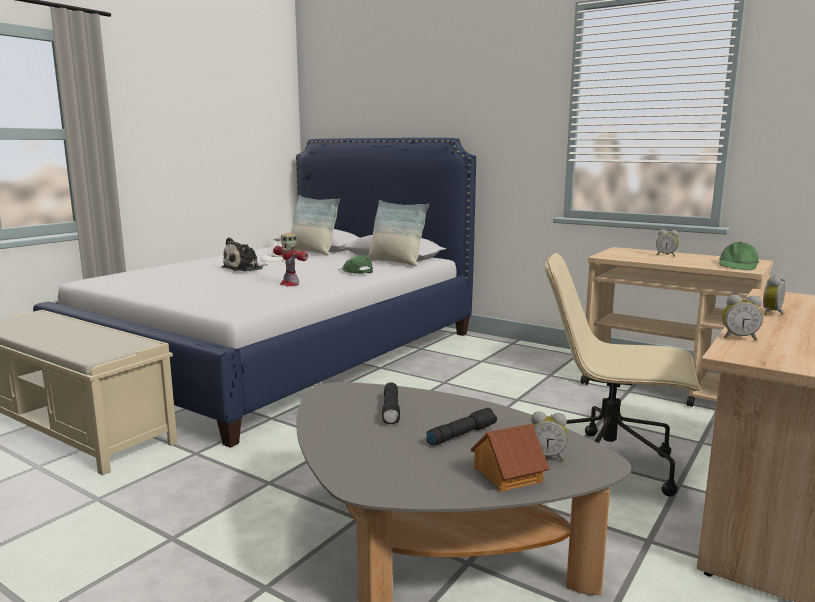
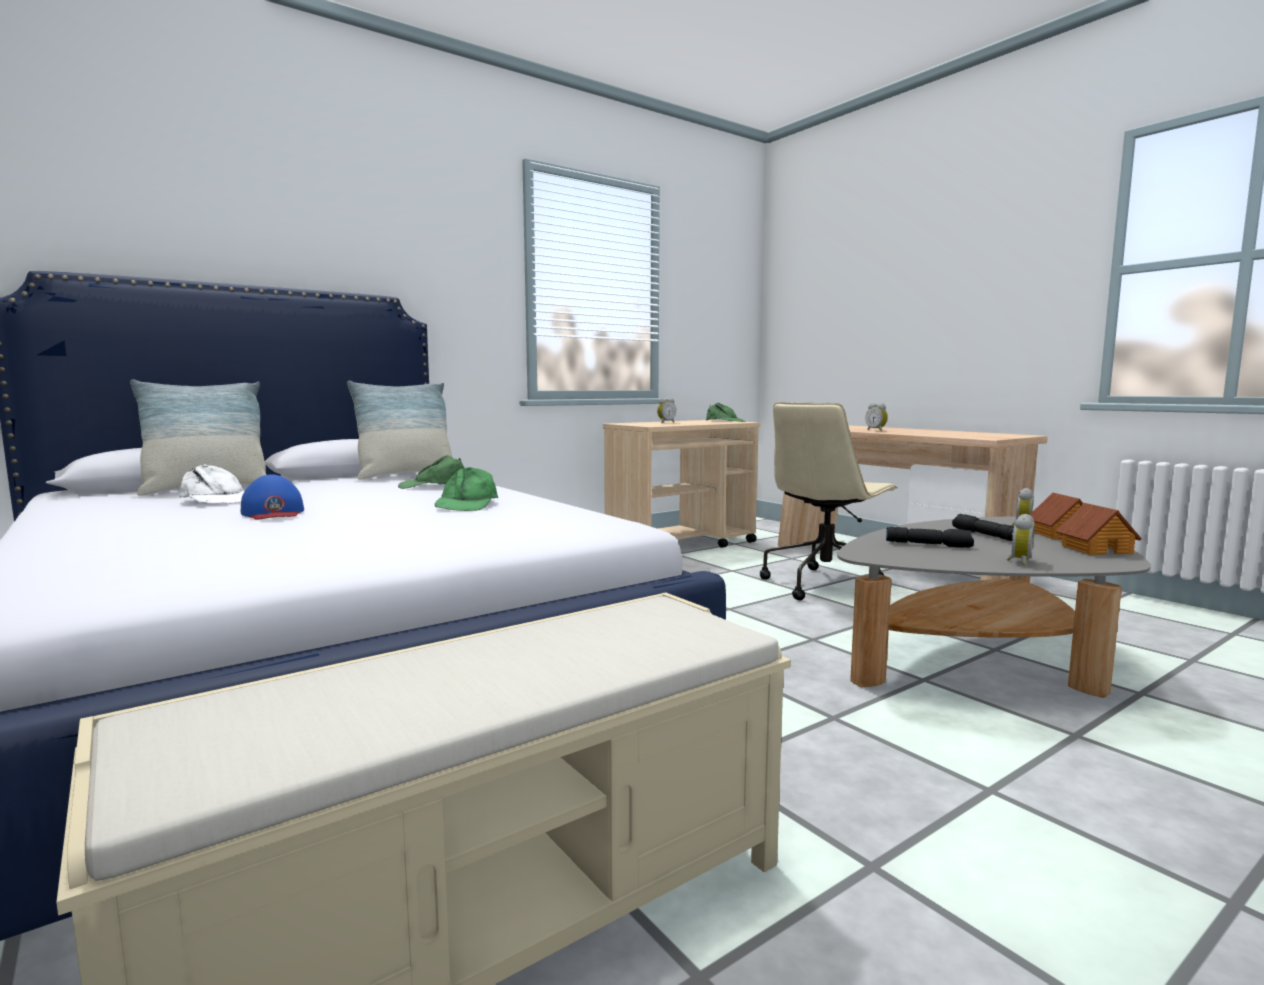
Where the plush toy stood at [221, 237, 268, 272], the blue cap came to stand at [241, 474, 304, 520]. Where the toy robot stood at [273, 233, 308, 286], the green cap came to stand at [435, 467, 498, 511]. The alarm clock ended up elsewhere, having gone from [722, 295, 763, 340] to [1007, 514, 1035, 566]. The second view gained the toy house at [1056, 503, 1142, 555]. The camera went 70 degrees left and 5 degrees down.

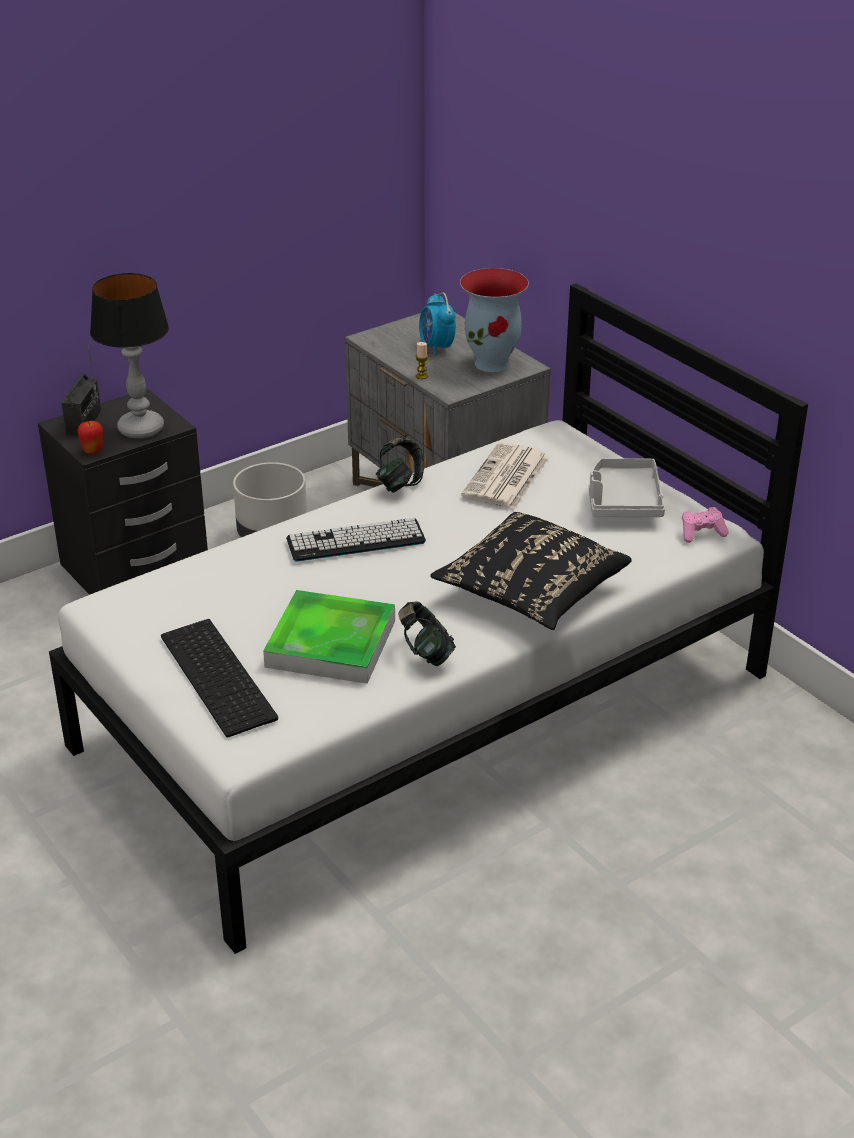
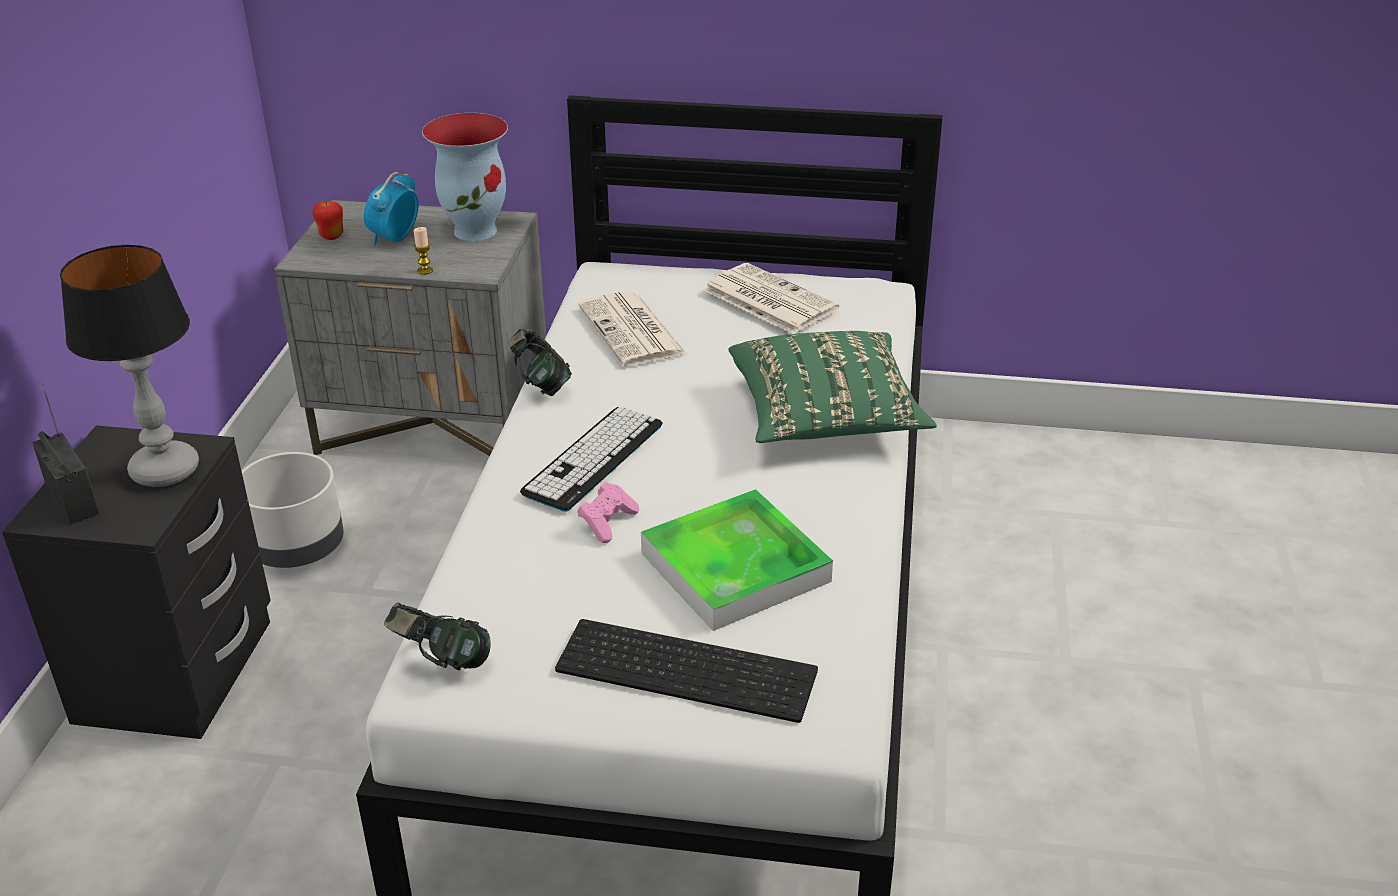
The apple ended up elsewhere, having gone from [78, 421, 103, 455] to [312, 201, 343, 240]. The headphones ended up elsewhere, having gone from [398, 601, 456, 666] to [384, 602, 491, 670]. The alarm clock at [419, 292, 456, 356] ended up facing another way, 90 degrees clockwise from before. What was the black pillow at [430, 512, 632, 630] turned into the green pillow at [728, 331, 937, 443]. Where the grey tray stood at [589, 458, 665, 517], the newspaper came to stand at [704, 263, 839, 334]. The pink game controller ended up elsewhere, having gone from [682, 507, 729, 543] to [577, 482, 639, 543]. The camera went 45 degrees left and 0 degrees up.

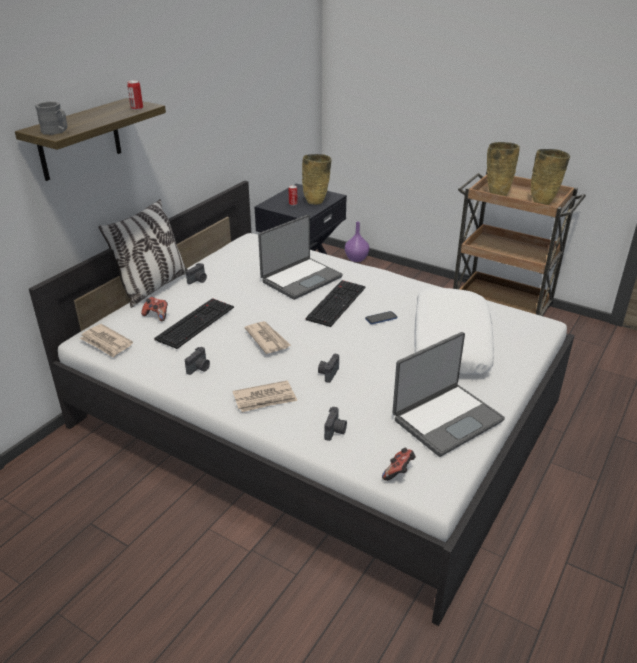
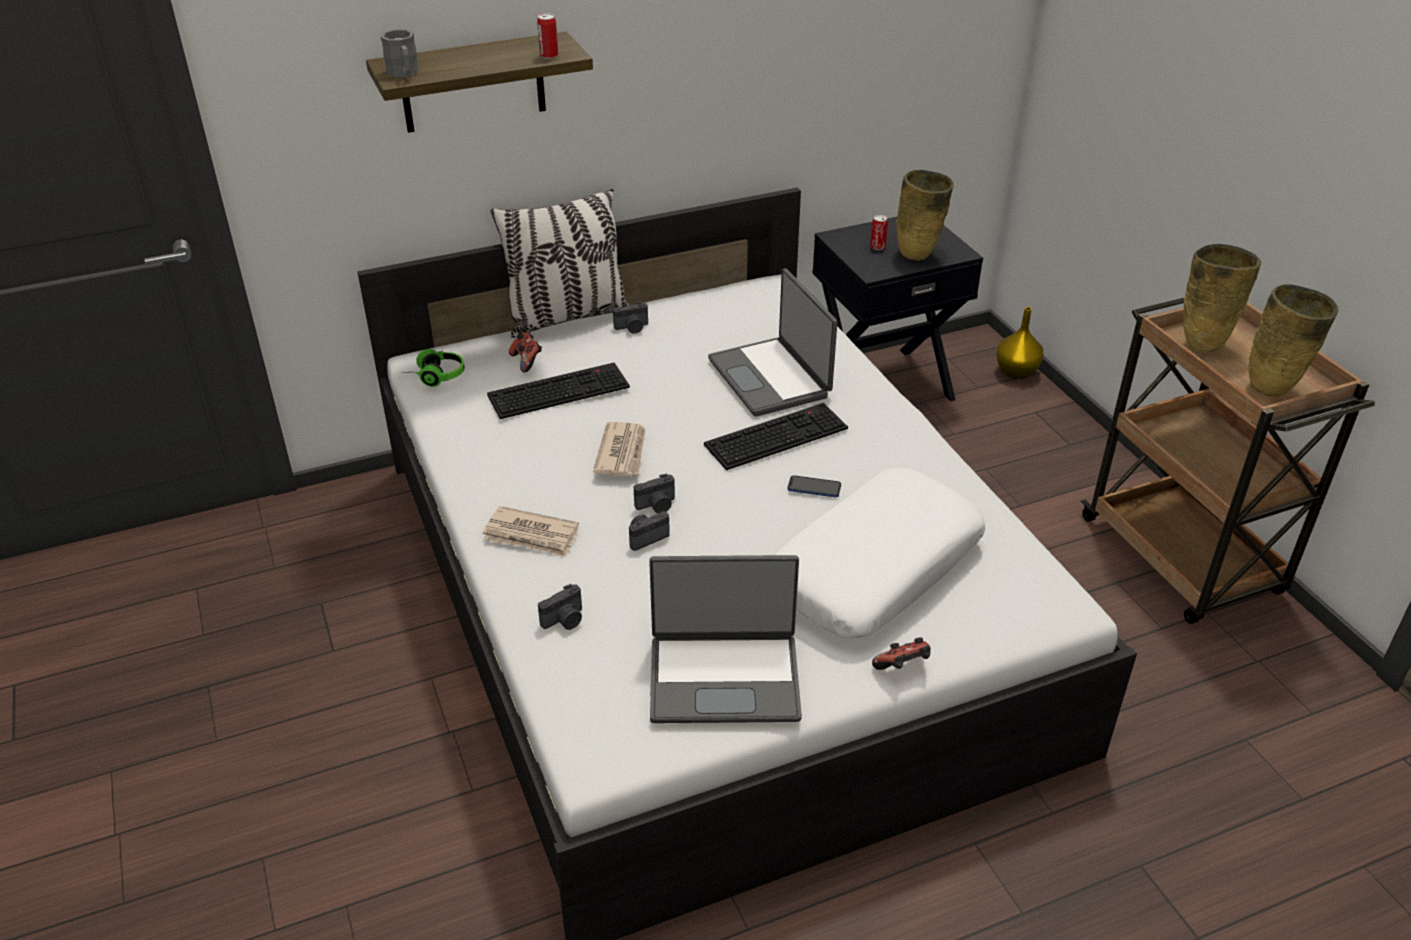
Where the newspaper stood at [79, 324, 133, 358], the headphones came to stand at [402, 349, 465, 387]. The photo camera ended up elsewhere, having gone from [185, 347, 210, 375] to [634, 474, 675, 513]. The laptop at [258, 215, 343, 300] ended up facing another way, 75 degrees clockwise from before. What was the purple vase at [345, 222, 369, 262] turned into the yellow vase at [996, 307, 1044, 379]. The game controller ended up elsewhere, having gone from [382, 448, 416, 481] to [872, 637, 931, 670]. The camera went 35 degrees right and 5 degrees up.

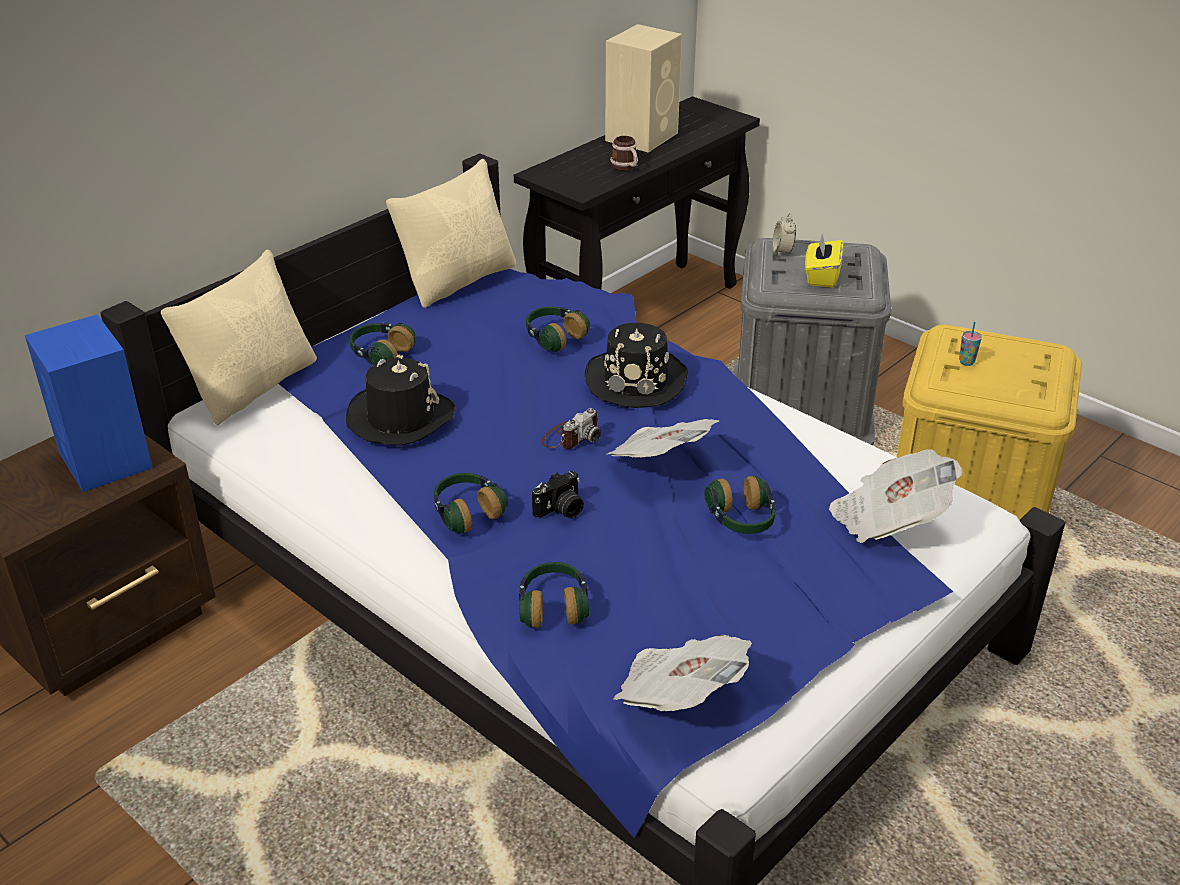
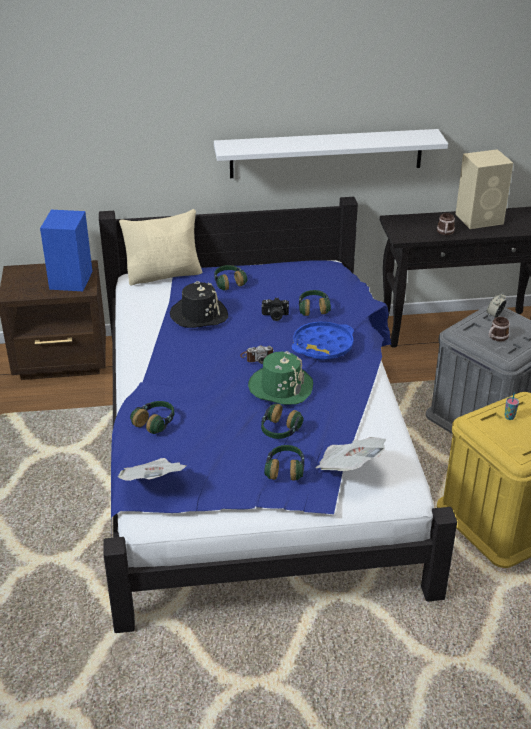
The second view lost the beige pillow at [386, 159, 516, 308]. The headphones ended up elsewhere, having gone from [434, 473, 508, 534] to [264, 445, 304, 480]. The photo camera ended up elsewhere, having gone from [532, 471, 584, 518] to [261, 297, 289, 321]. Where the black hat stood at [584, 323, 688, 408], the blue tray came to stand at [292, 321, 354, 360]. Where the newspaper stood at [607, 419, 720, 458], the green hat came to stand at [248, 351, 313, 405]. Where the yellow tissue box stood at [805, 234, 844, 288], the mug came to stand at [489, 317, 510, 341]. The second view gained the white shelf at [214, 129, 448, 178]. The camera went 40 degrees right and 0 degrees up.

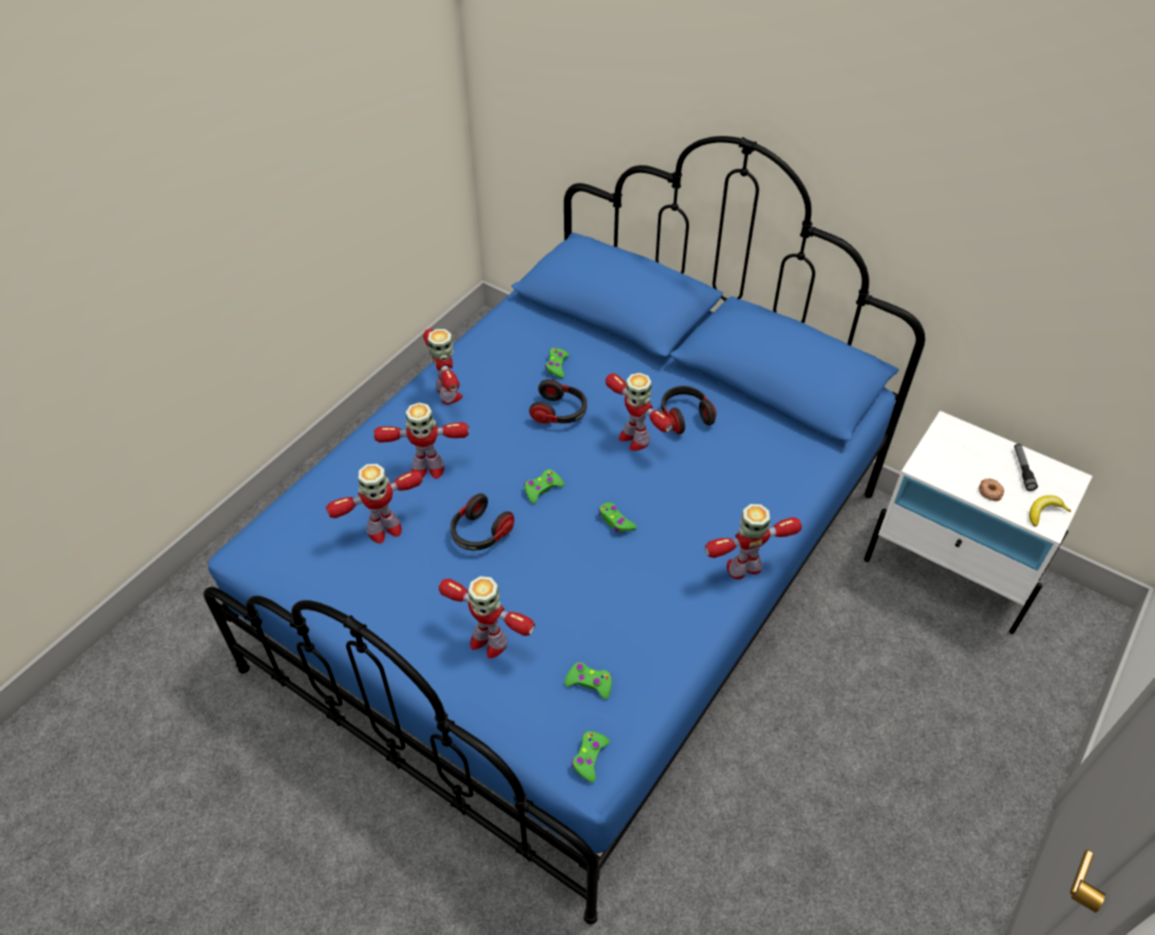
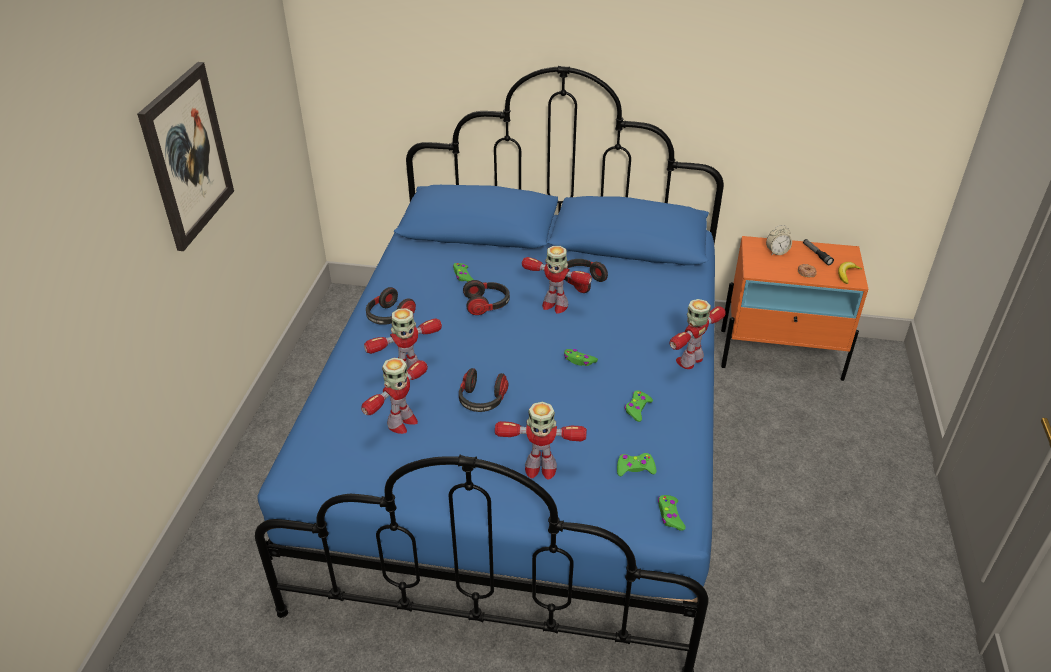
Where the toy robot stood at [423, 329, 463, 404], the headphones came to stand at [366, 287, 416, 325]. The green game controller ended up elsewhere, having gone from [524, 469, 564, 504] to [625, 390, 653, 422]. What was the white nightstand at [864, 411, 1092, 634] turned into the orange nightstand at [721, 236, 868, 381]. The second view gained the picture at [137, 62, 234, 251]. The second view gained the alarm clock at [766, 225, 792, 256]. The camera went 25 degrees left and 10 degrees down.

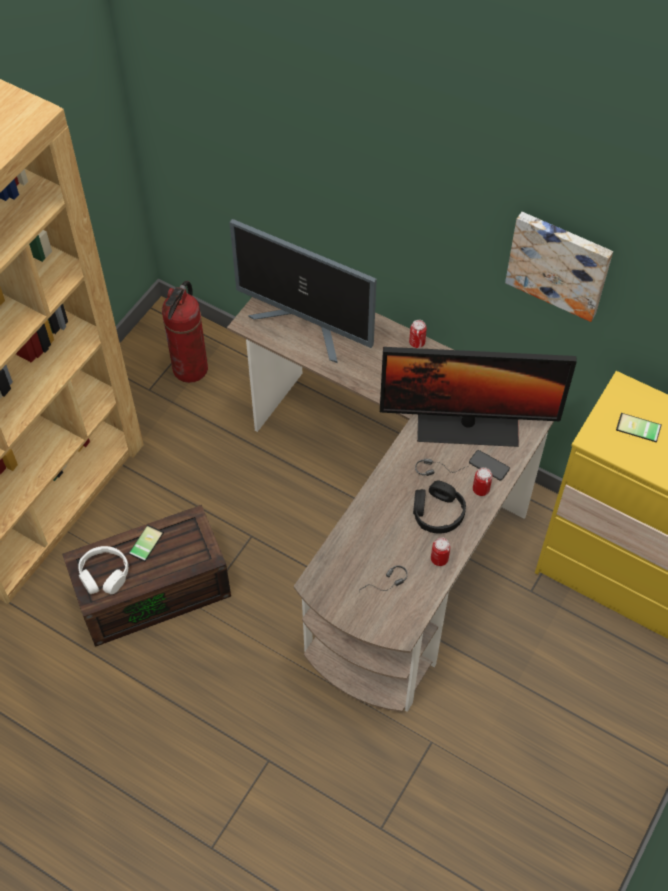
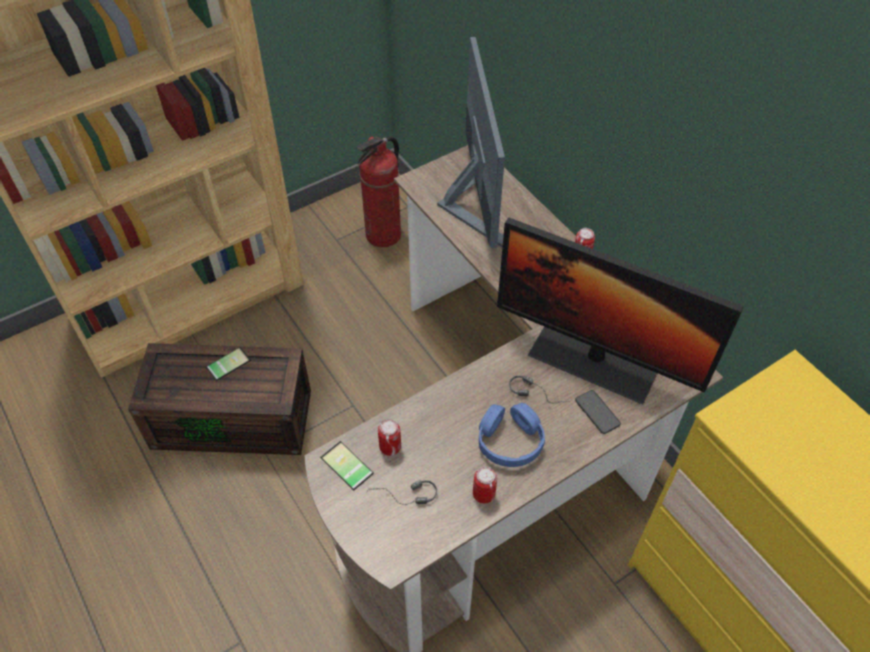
The second view lost the white headphones at [78, 546, 129, 594]. The monitor at [229, 219, 377, 363] ended up facing another way, 150 degrees counterclockwise from before. What was the black headphones at [413, 481, 466, 534] turned into the blue headphones at [479, 403, 545, 467]. The can ended up elsewhere, having gone from [473, 467, 492, 496] to [378, 419, 401, 456]. The second view lost the picture at [505, 212, 613, 322]. The phone ended up elsewhere, having gone from [616, 413, 661, 443] to [320, 441, 374, 490]. The camera went 25 degrees right and 5 degrees down.

